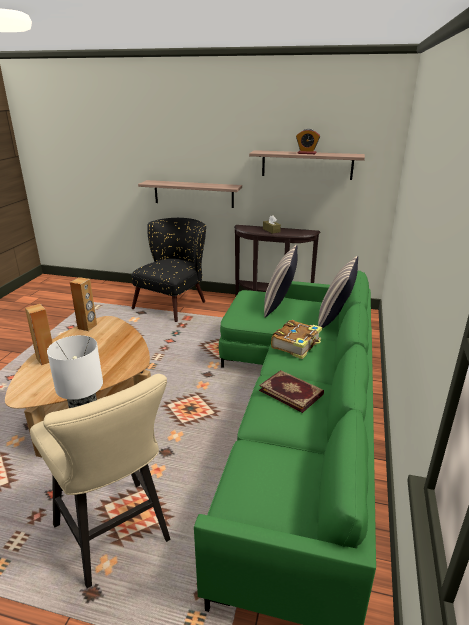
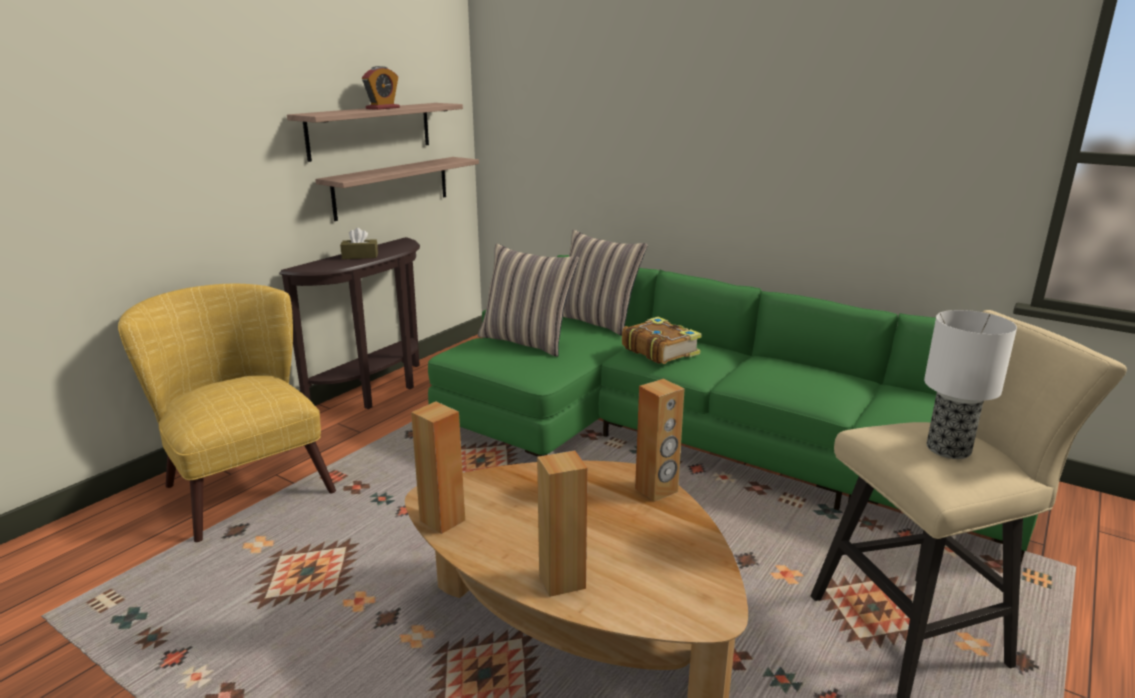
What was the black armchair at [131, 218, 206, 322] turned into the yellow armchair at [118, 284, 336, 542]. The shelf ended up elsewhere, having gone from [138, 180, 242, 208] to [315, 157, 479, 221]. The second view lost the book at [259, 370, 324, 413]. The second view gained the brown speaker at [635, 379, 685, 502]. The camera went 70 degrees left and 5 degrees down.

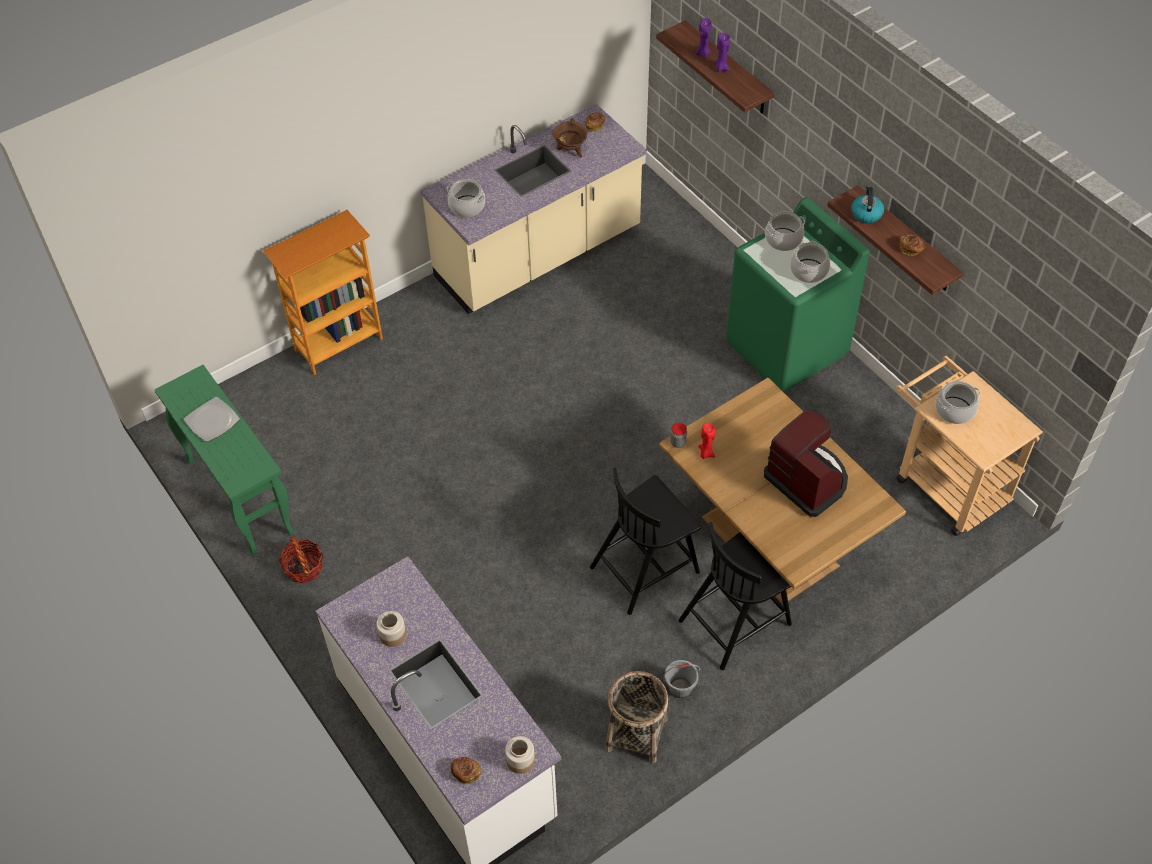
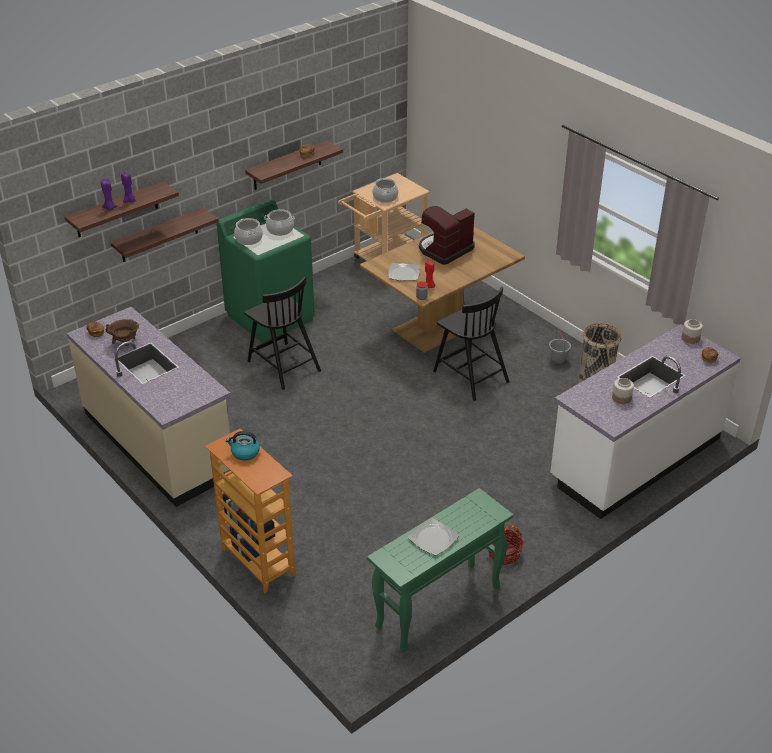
The second view lost the cooking pot at [447, 179, 485, 217]. The black chair ended up elsewhere, having gone from [678, 522, 792, 670] to [244, 276, 321, 390]. The kettle ended up elsewhere, having gone from [851, 186, 884, 223] to [226, 431, 260, 461]. The second view gained the shelf at [111, 208, 219, 262]. The second view gained the plate at [388, 263, 420, 281]. The camera went 95 degrees left and 15 degrees down.

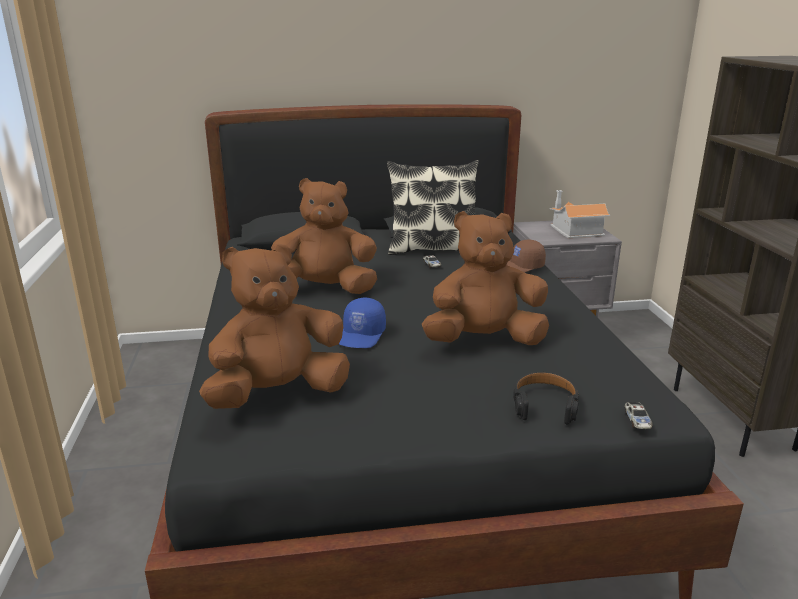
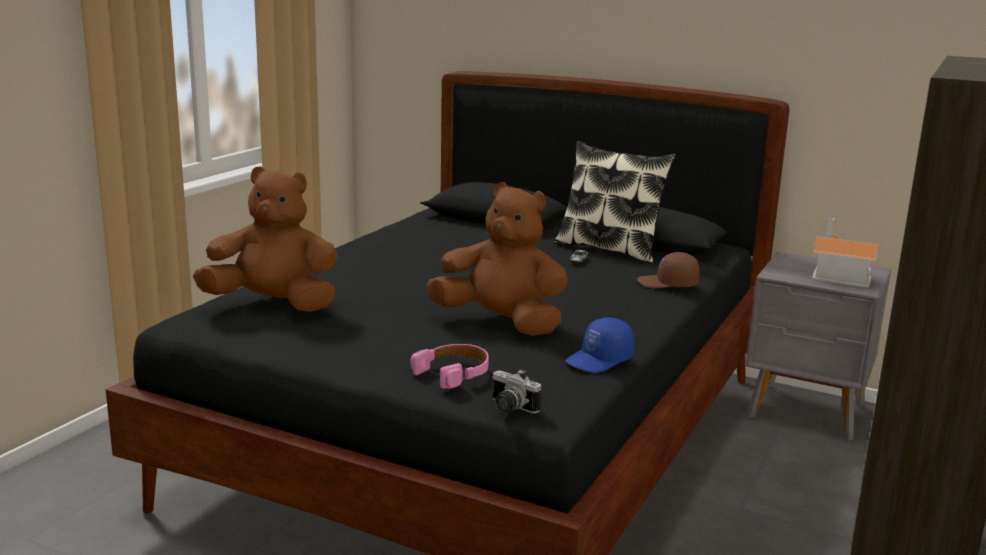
The second view lost the brown plush toy at [271, 178, 377, 294]. The blue cap ended up elsewhere, having gone from [339, 298, 386, 348] to [566, 317, 634, 373]. What was the black headphones at [513, 372, 579, 425] turned into the pink headphones at [411, 344, 489, 389]. Where the toy car stood at [624, 402, 653, 429], the photo camera came to stand at [492, 370, 541, 414]. The camera went 35 degrees right and 5 degrees down.

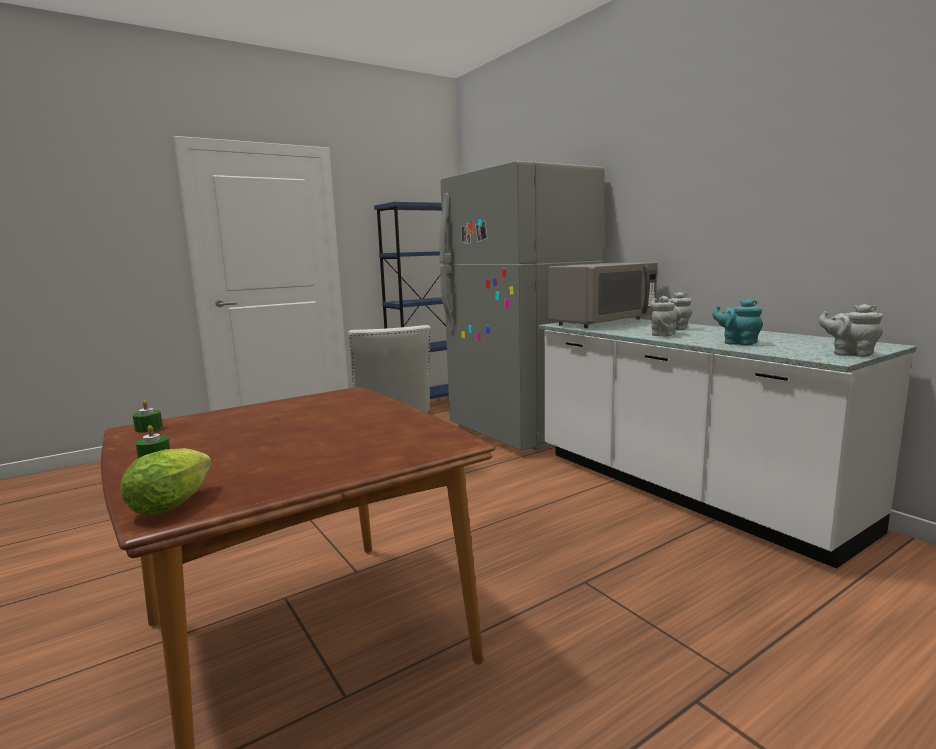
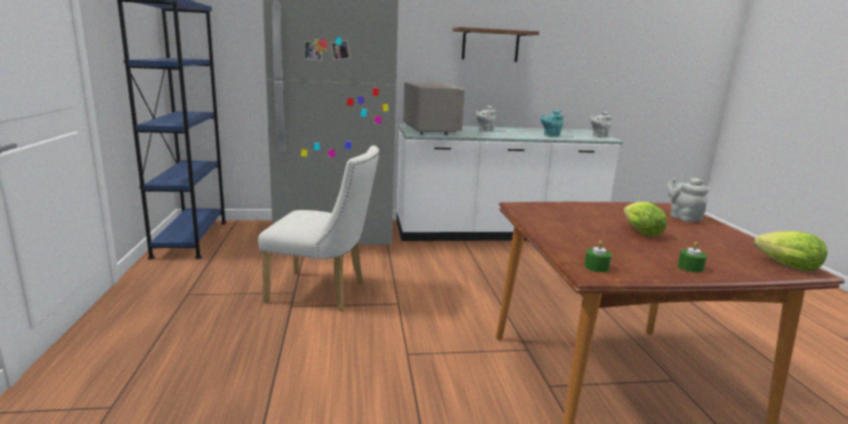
The grey teapot ended up elsewhere, having gone from [651, 296, 681, 336] to [666, 178, 709, 222]. The second view gained the brown shelf at [453, 27, 539, 62]. The second view gained the lettuce at [624, 202, 667, 236]. The camera went 65 degrees left and 5 degrees up.

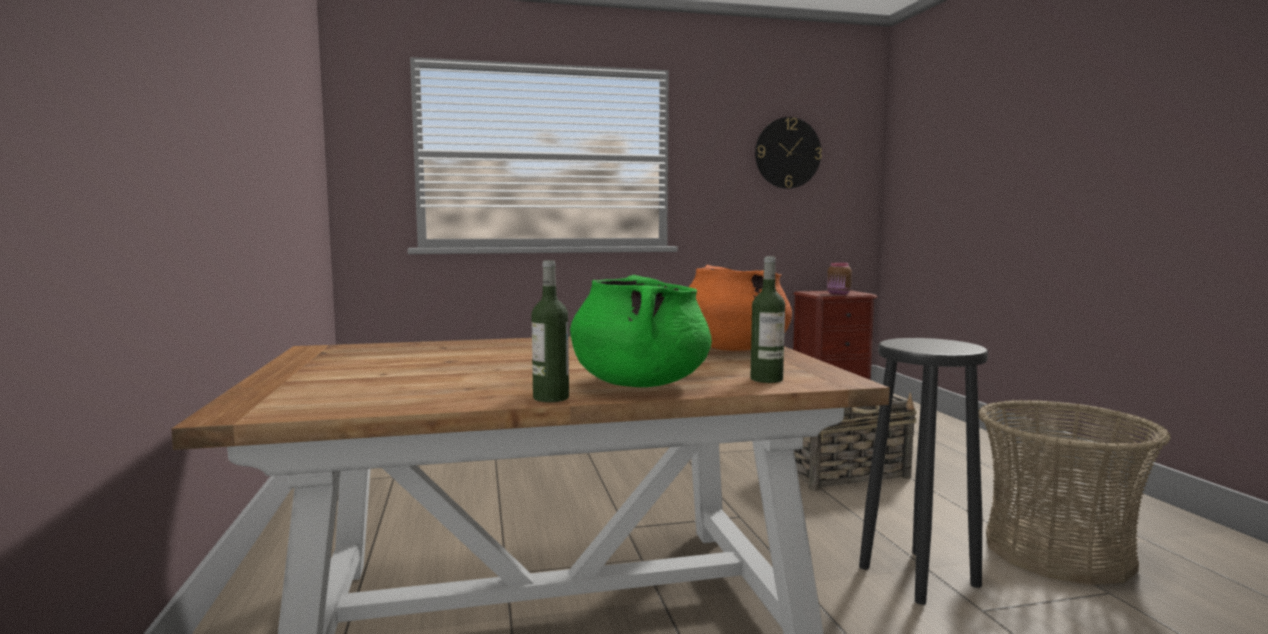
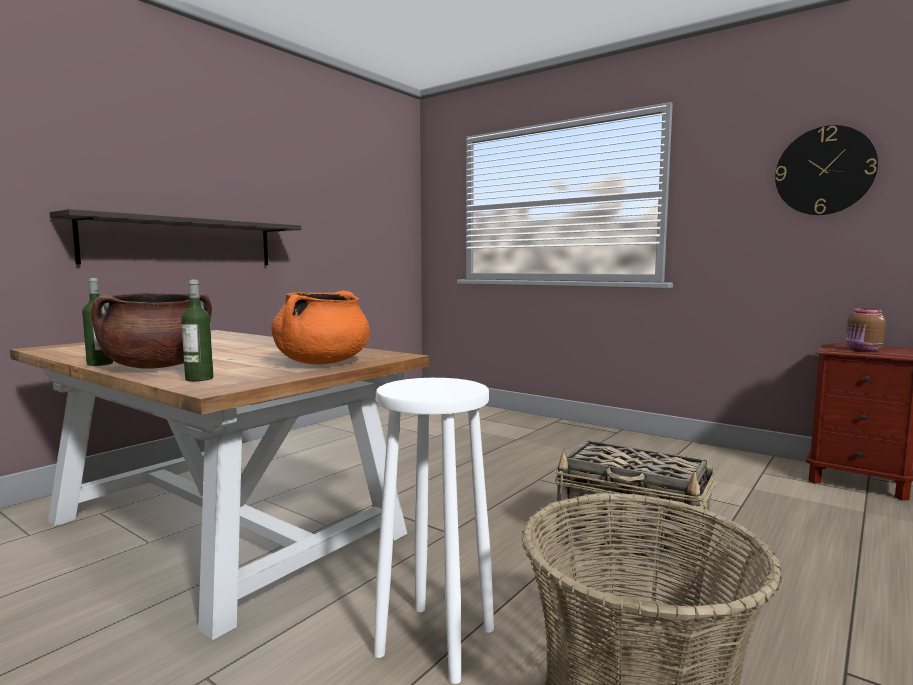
What was the green cooking pot at [570, 275, 712, 387] turned into the brown cooking pot at [91, 292, 212, 369]. What was the black stool at [859, 338, 988, 605] turned into the white stool at [374, 378, 494, 684]. The second view gained the shelf at [50, 209, 301, 265]. The camera went 50 degrees right and 0 degrees up.

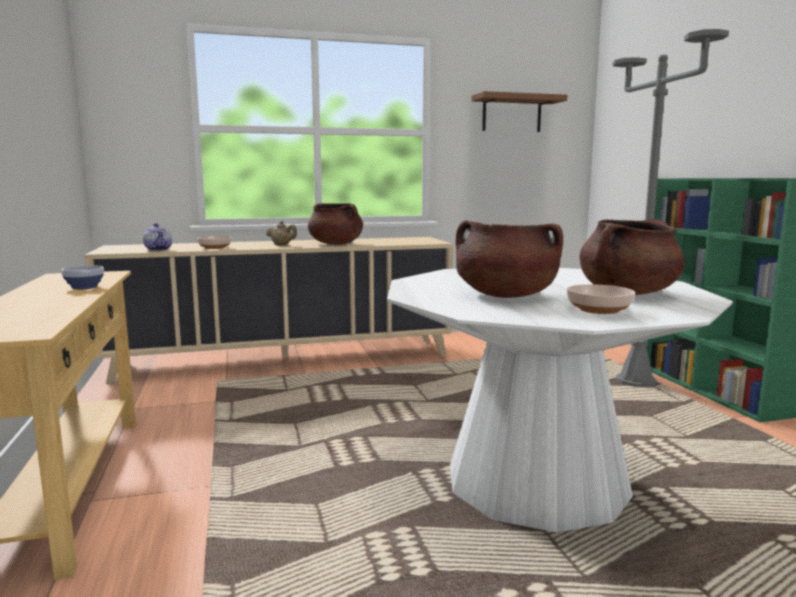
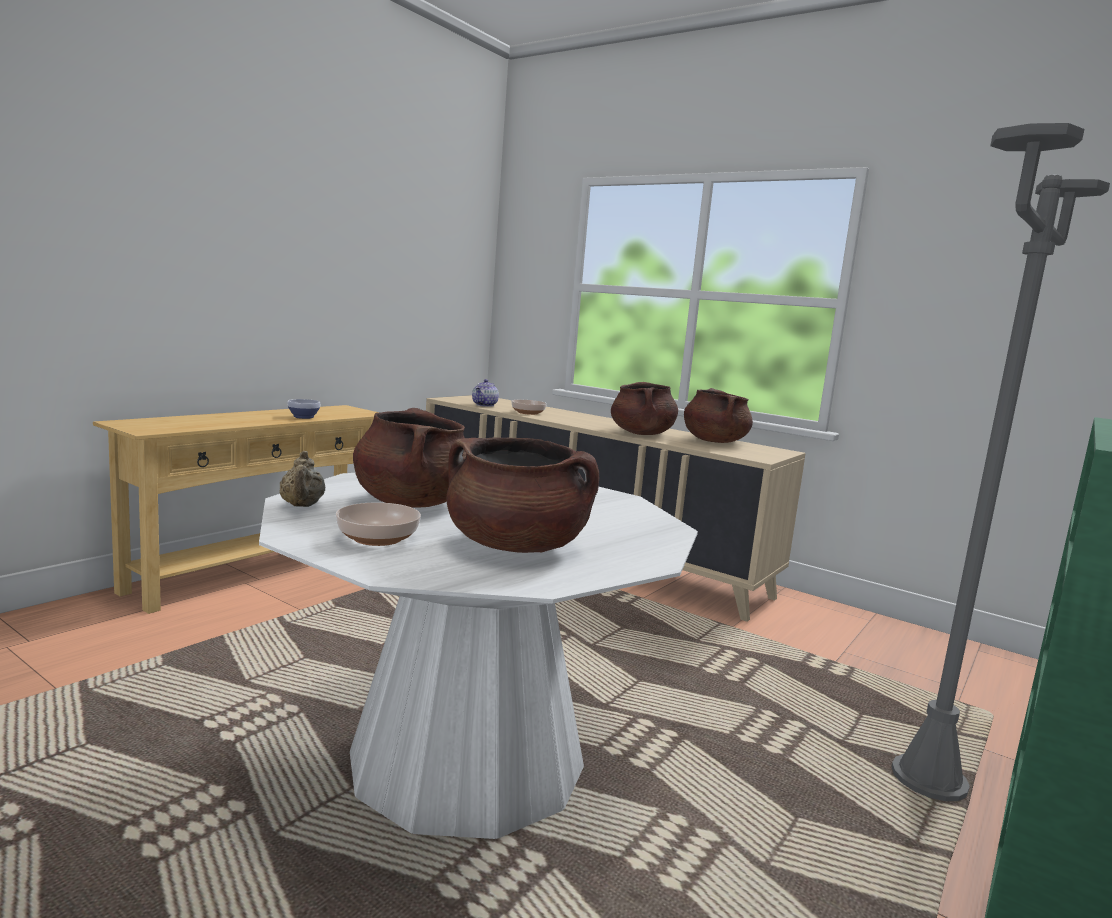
The beige teapot ended up elsewhere, having gone from [266, 221, 297, 245] to [279, 451, 325, 507]. The second view lost the brown shelf at [472, 91, 568, 132]. The second view gained the brown cooking pot at [684, 388, 753, 443]. The camera went 50 degrees right and 0 degrees up.

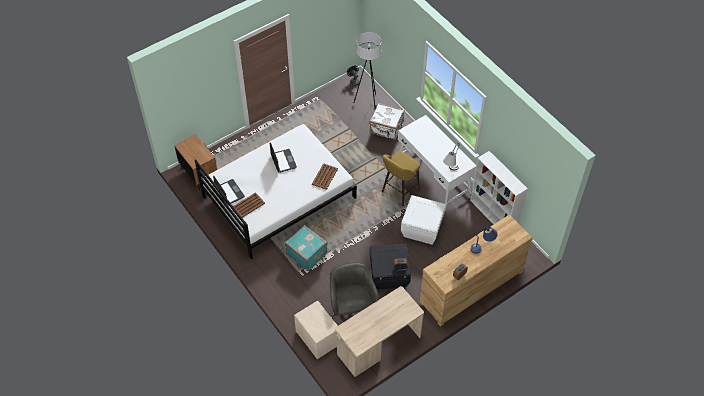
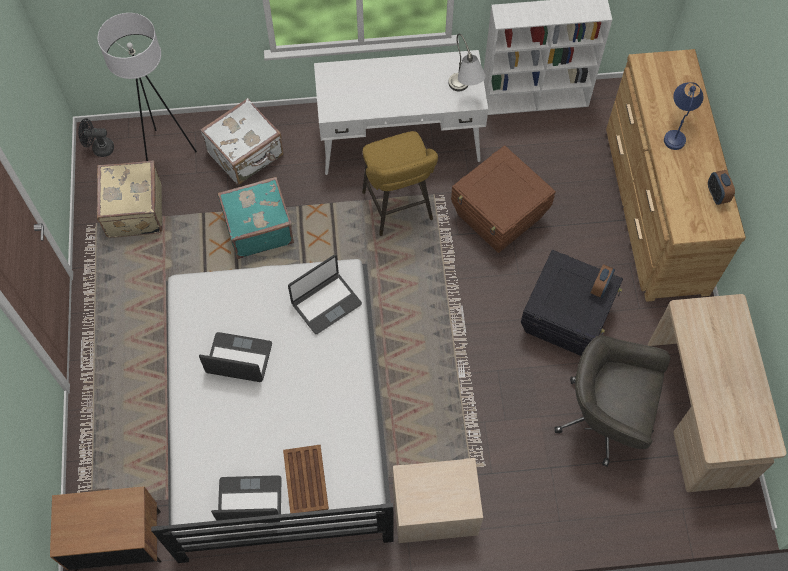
The turquoise suitcase ended up elsewhere, having gone from [285, 225, 327, 271] to [217, 177, 294, 259]. The beige nightstand ended up elsewhere, having gone from [294, 301, 338, 359] to [393, 458, 483, 543]. Where the brown tray stood at [312, 163, 338, 190], the laptop came to stand at [288, 255, 362, 334]. What was the white storage box at [401, 195, 446, 245] turned into the brown storage box at [451, 145, 556, 253]. The second view gained the beige suitcase at [96, 160, 162, 238]. The camera went 60 degrees left and 10 degrees up.

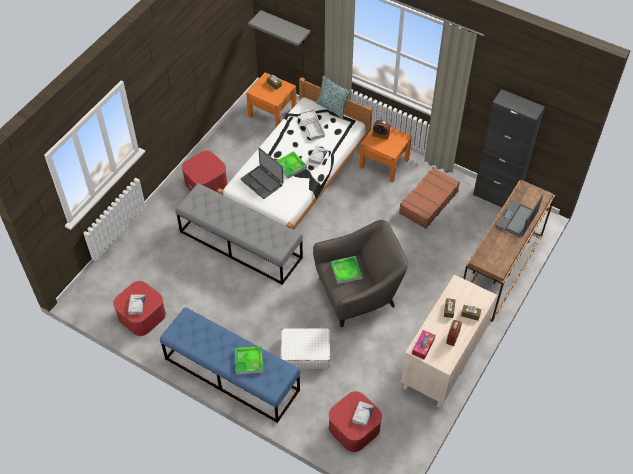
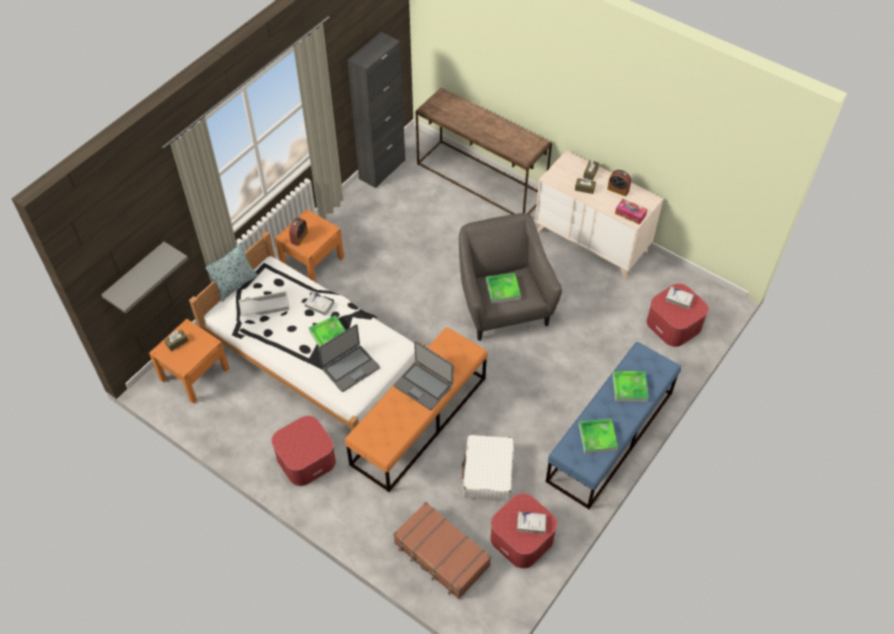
What was the grey bench at [175, 183, 303, 285] turned into the orange bench at [345, 327, 488, 492]. The white suitcase ended up elsewhere, having gone from [280, 328, 330, 369] to [462, 435, 514, 501]. The brown suitcase ended up elsewhere, having gone from [399, 167, 460, 229] to [393, 502, 491, 599]. The laptop ended up elsewhere, having gone from [496, 194, 543, 237] to [394, 341, 453, 410]. The second view gained the tray at [579, 419, 618, 454]. The camera went 85 degrees left and 0 degrees up.

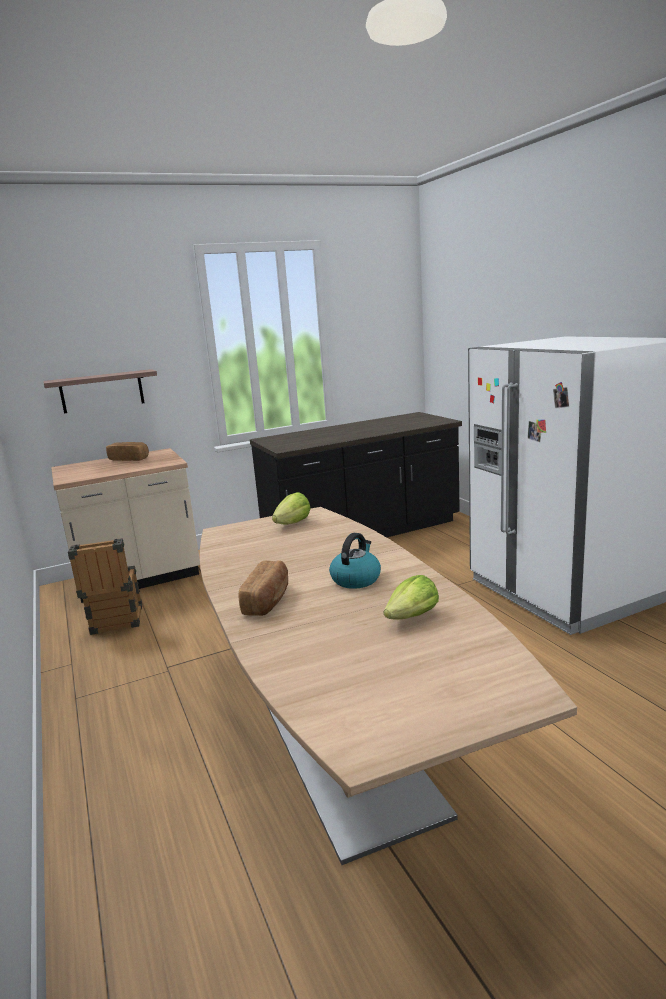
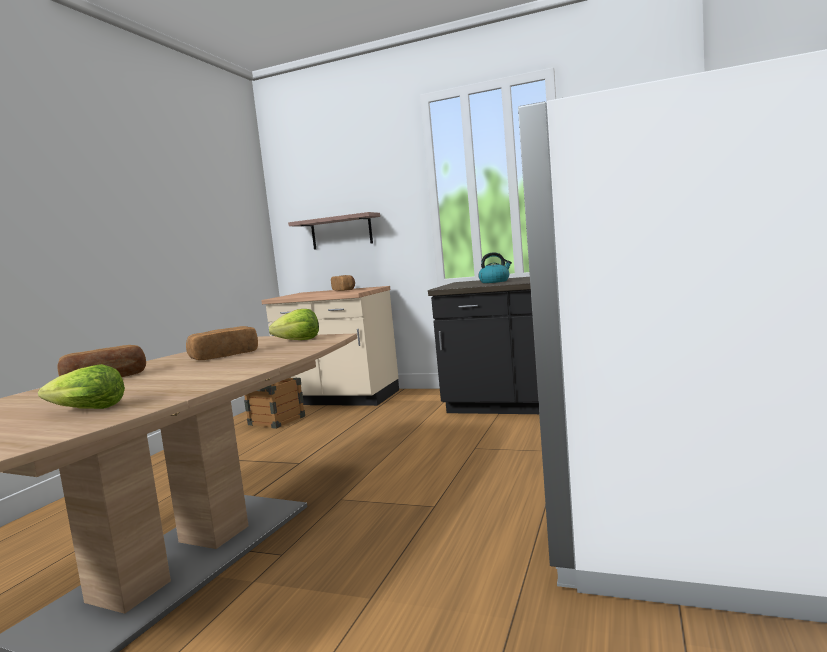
The kettle ended up elsewhere, having gone from [329, 533, 381, 589] to [478, 252, 512, 283]. The second view gained the bread at [186, 326, 258, 360]. The camera went 45 degrees right and 10 degrees down.

